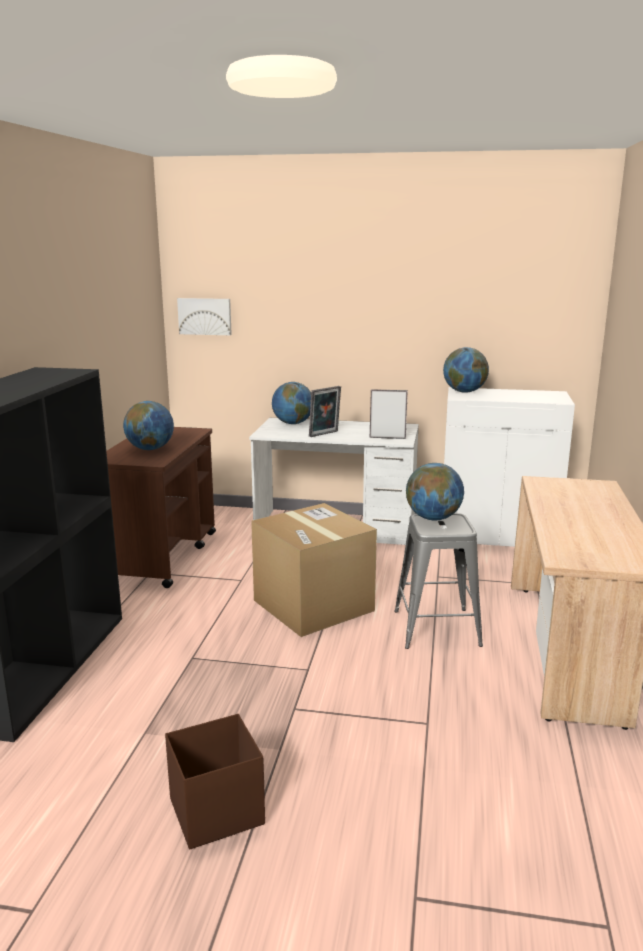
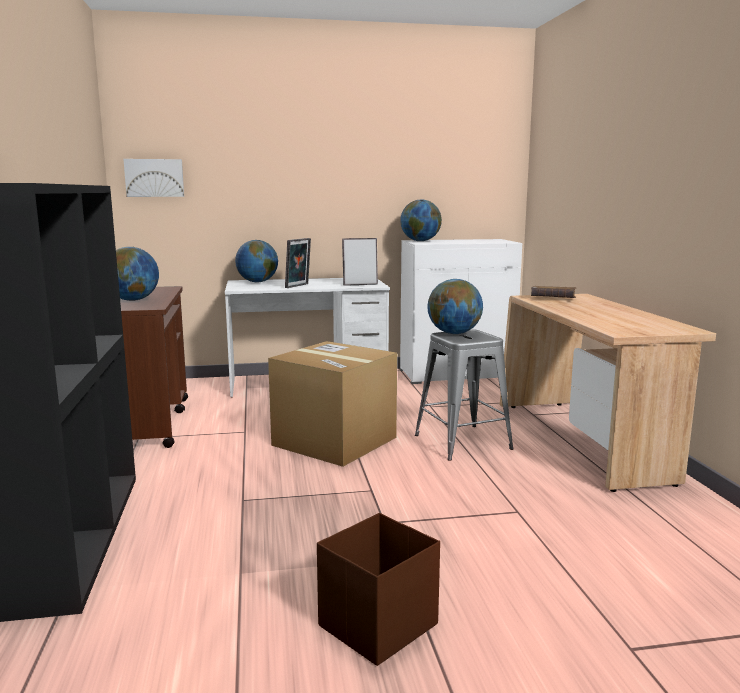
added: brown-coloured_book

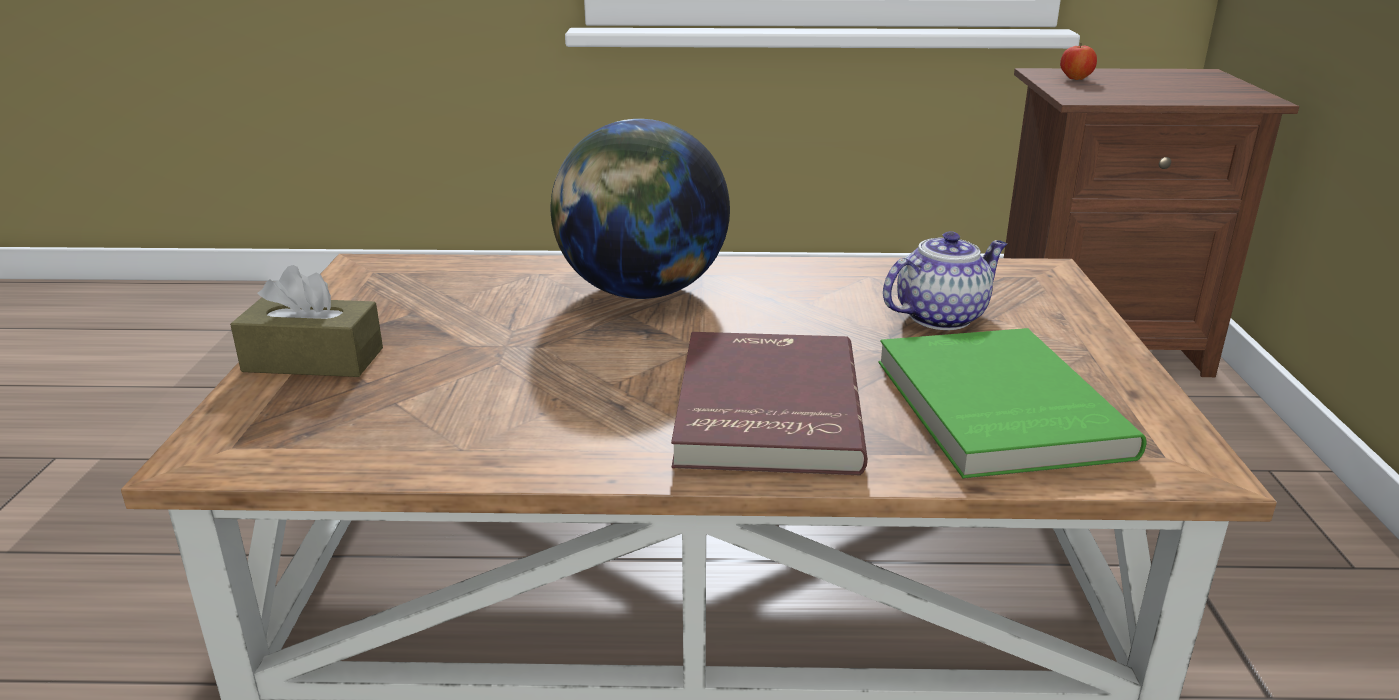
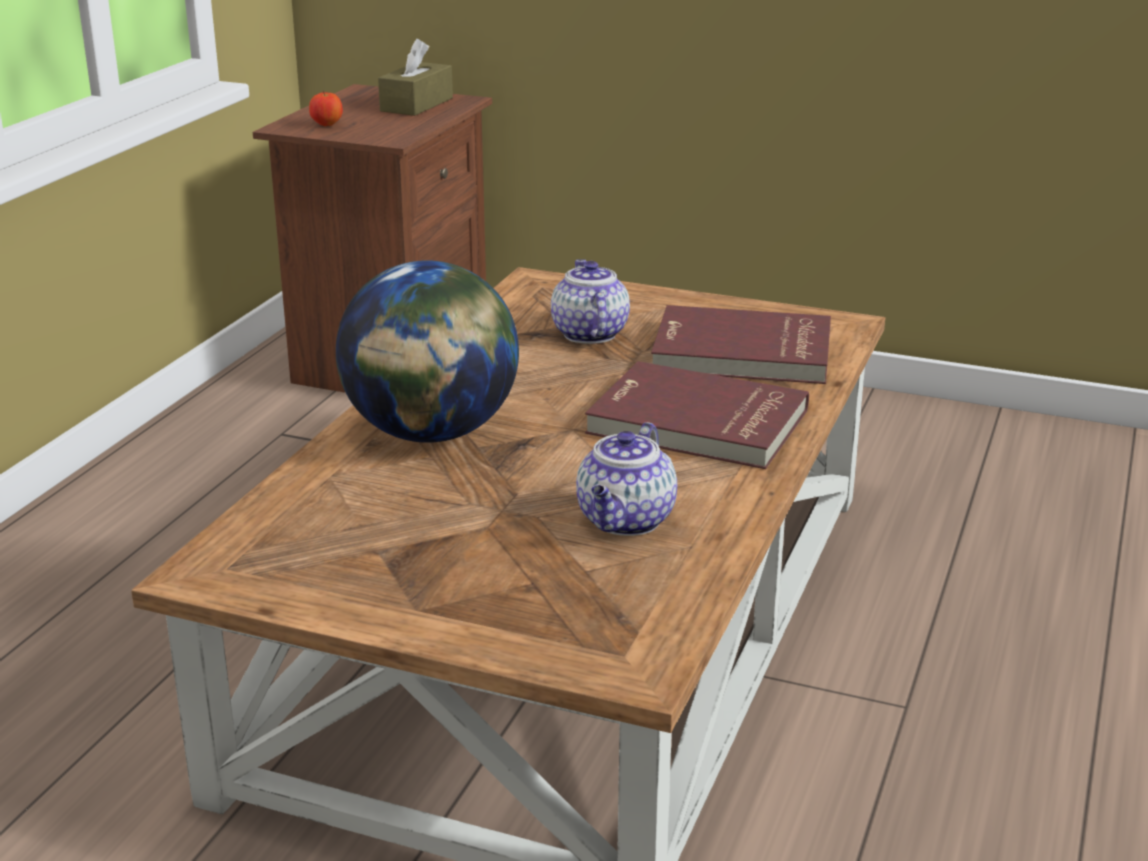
added: tea_pot (2nd from left)
moved: brown-coloured_tissue_holder
recoloured: greenish_book to red_book (2nd from left)

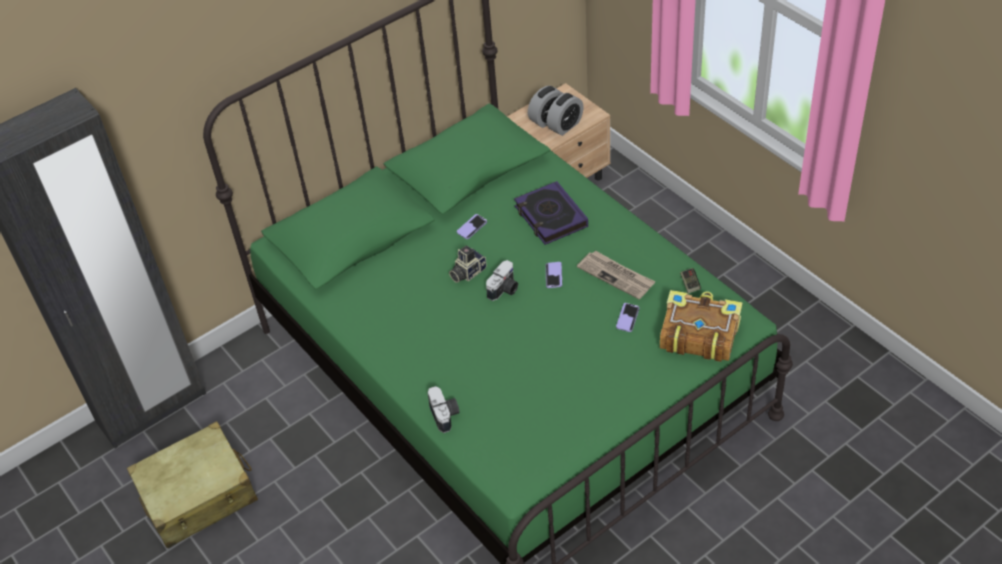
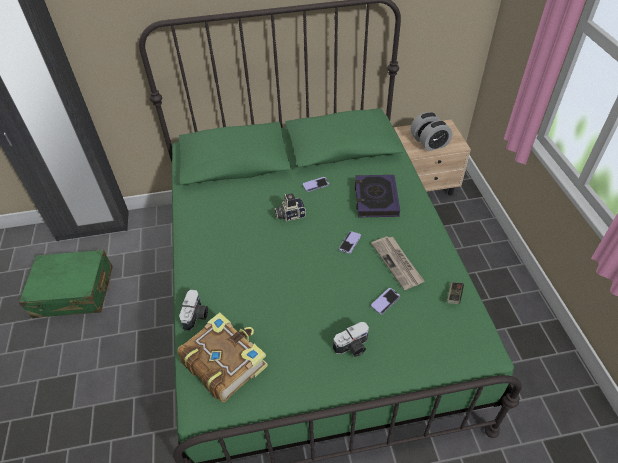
moved: photo_camera (3rd from left); book (2nd from left in the first image) to book (1st from left)
recoloured: beige-coloured_piece_of_luggage to greenish_piece_of_luggage

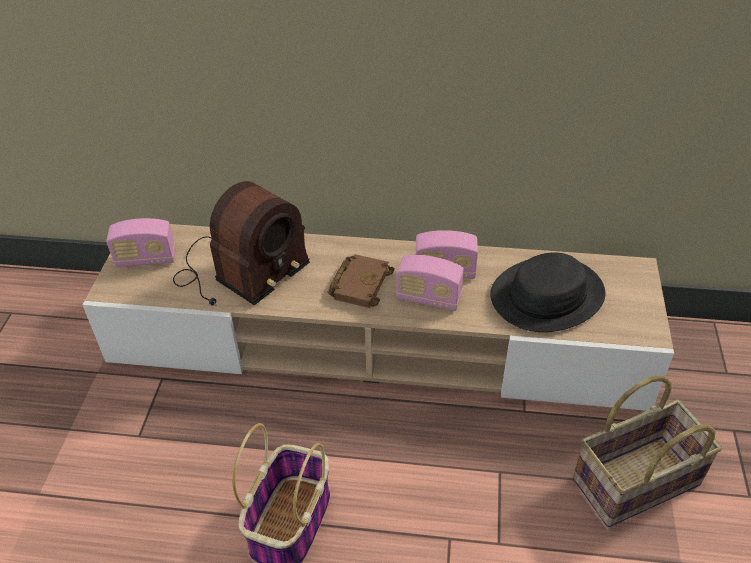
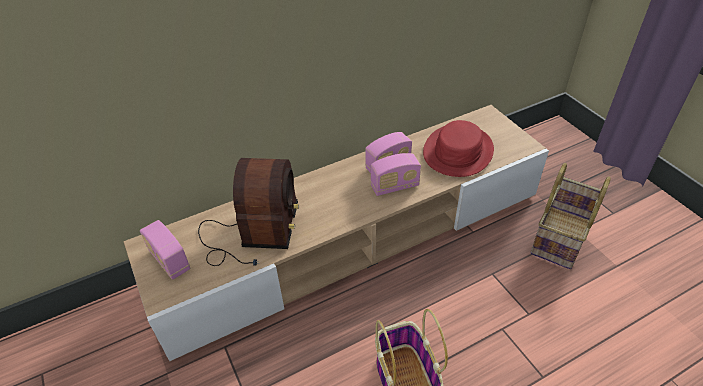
removed: brown-coloured_book
recoloured: black_hat to red_hat
turned: radio_set (1st from left) 90 degrees clockwise

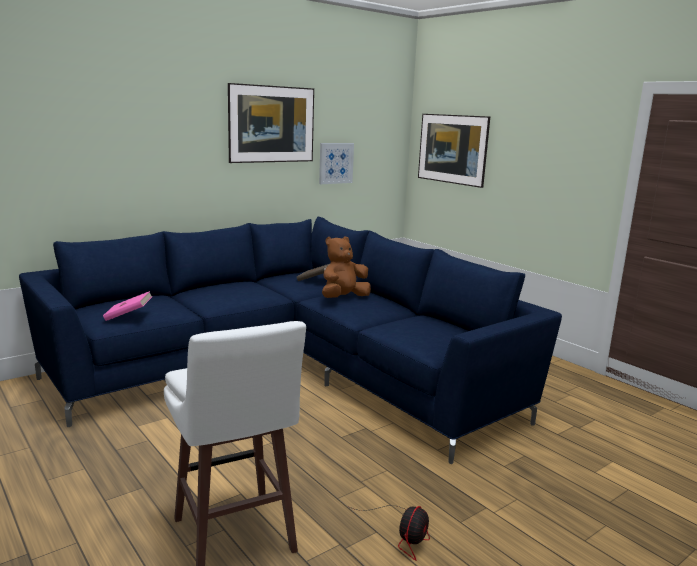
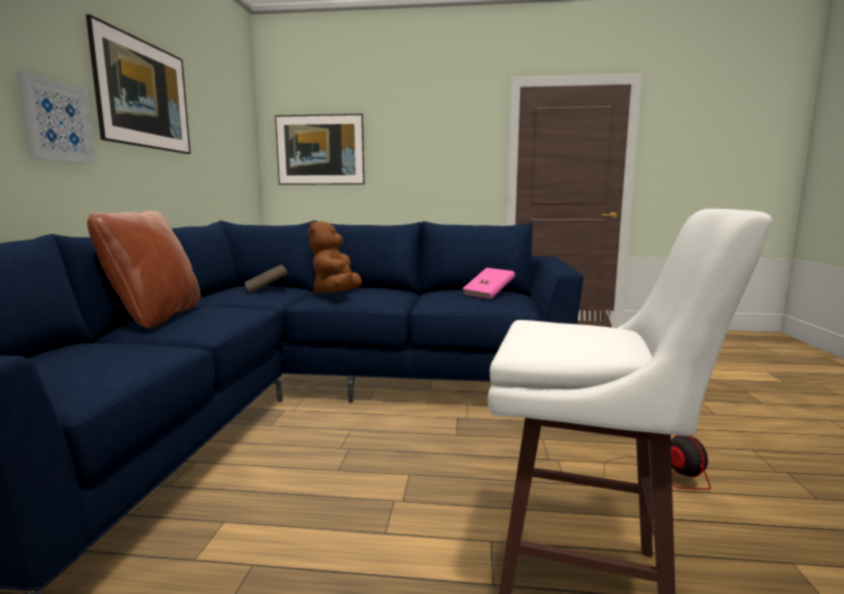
added: brown-coloured_cushion
moved: pink_book; picture (2nd from left in the first image) to picture (1st from left)

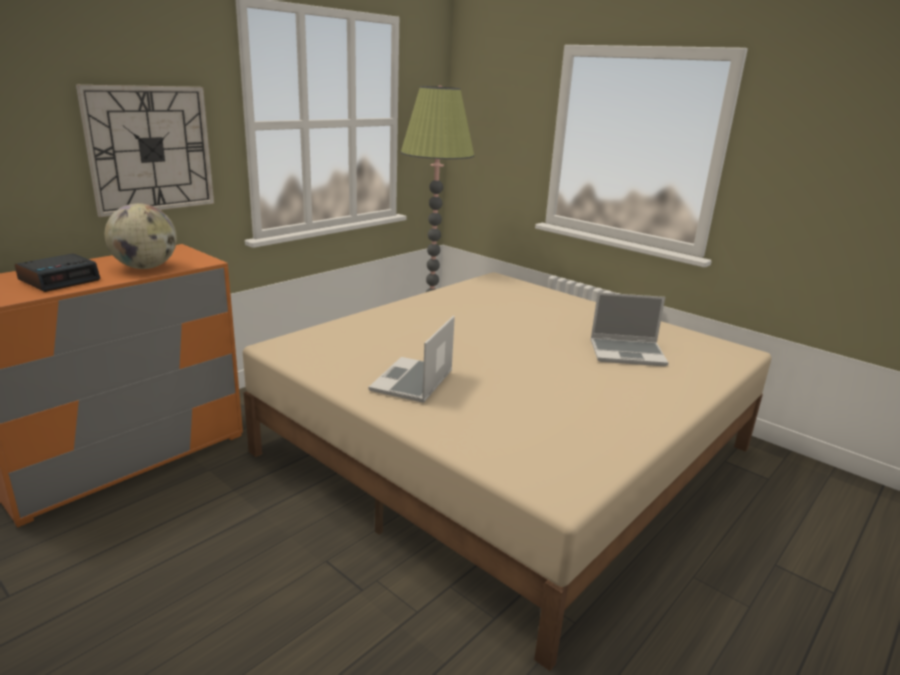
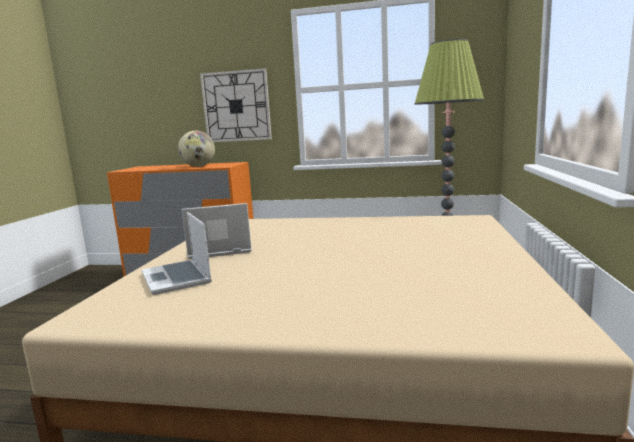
removed: bedside_clock
moved: portable_computer (2nd from left in the first image) to portable_computer (1st from left)

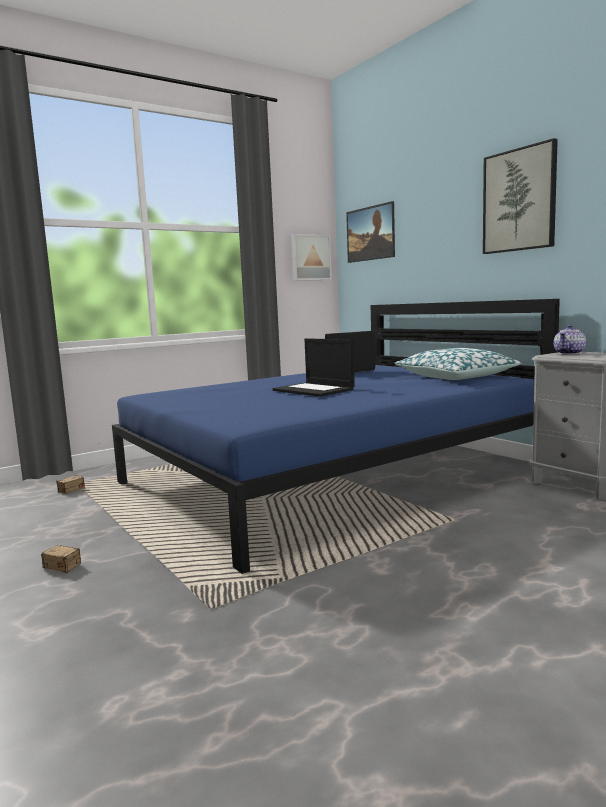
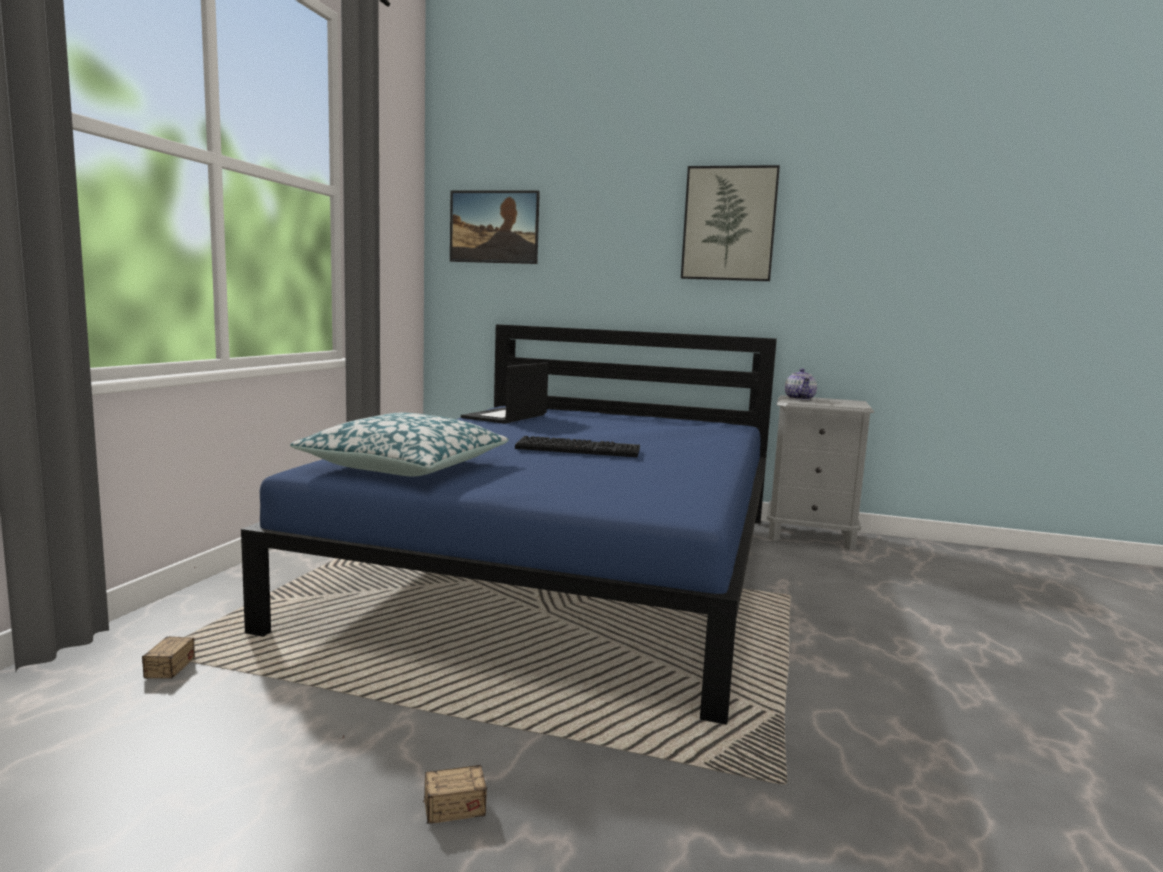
removed: picture (1st from left)
moved: cushion
replaced: portable_computer (1st from left) to keyboard

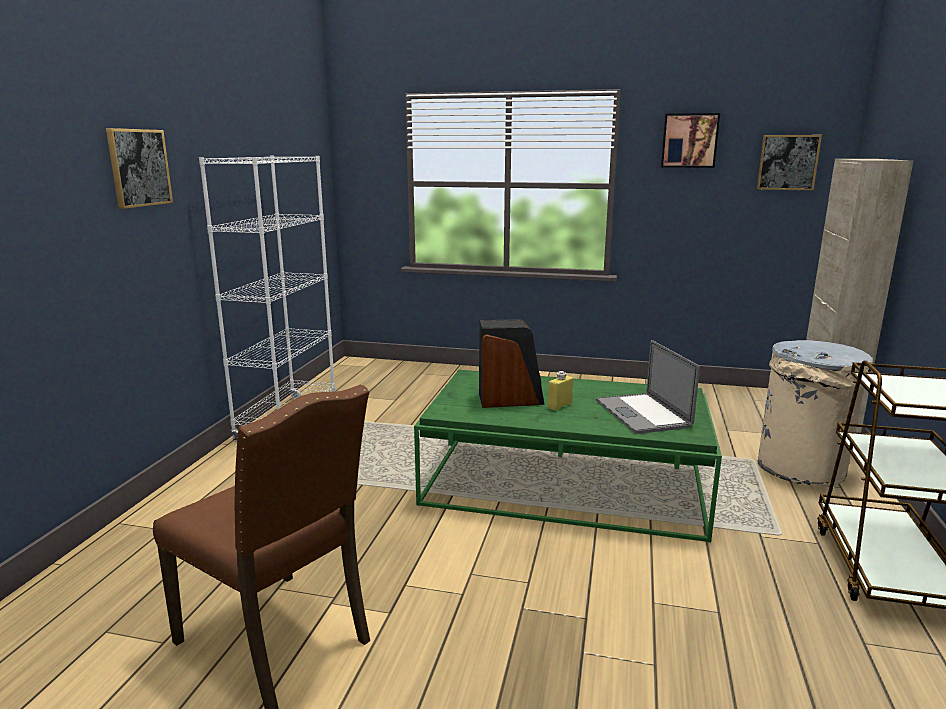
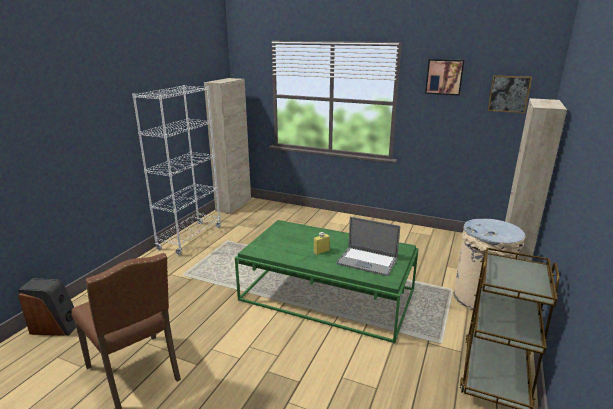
removed: picture (1st from left)
added: beige-coloured_cupboard (1st from left)
moved: audio_speaker
turned: portable_computer 60 degrees counterclockwise

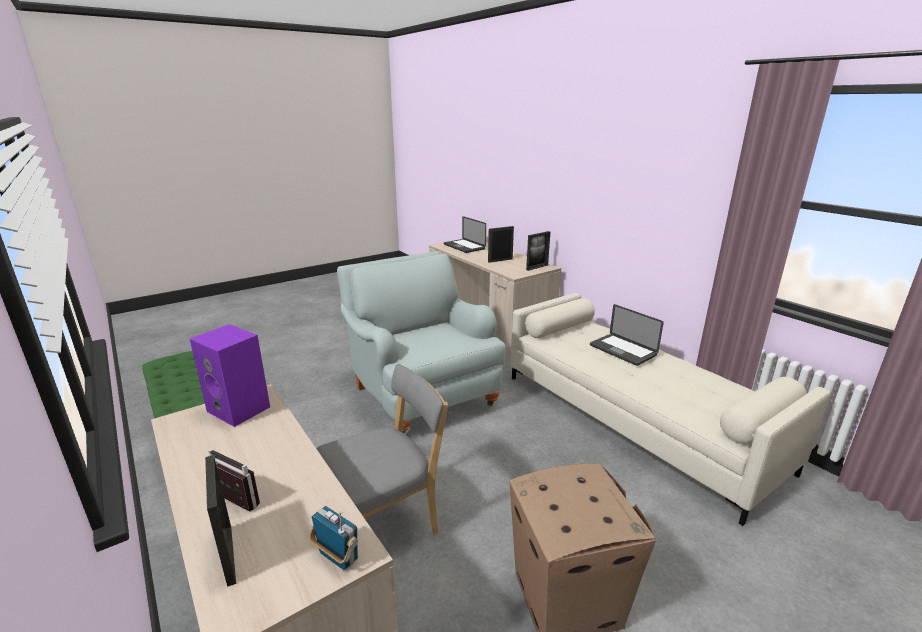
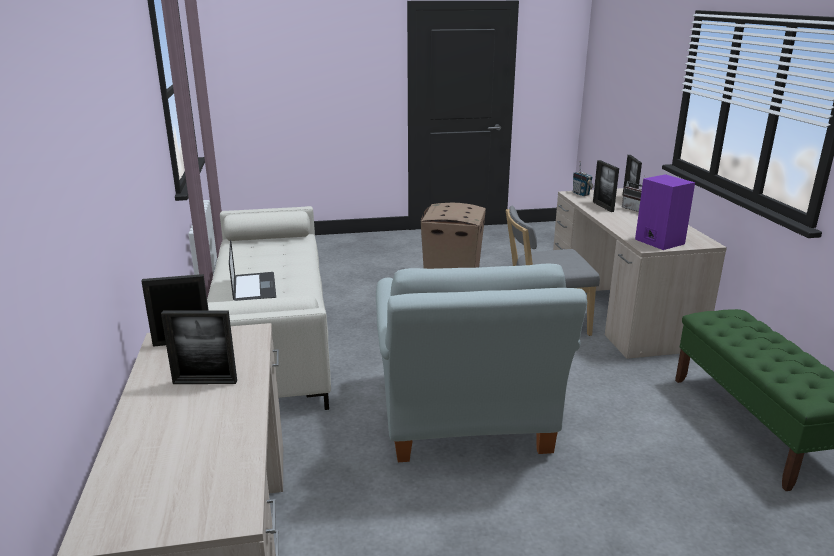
removed: portable_computer (1st from left)
added: picture_frame (3rd from left)

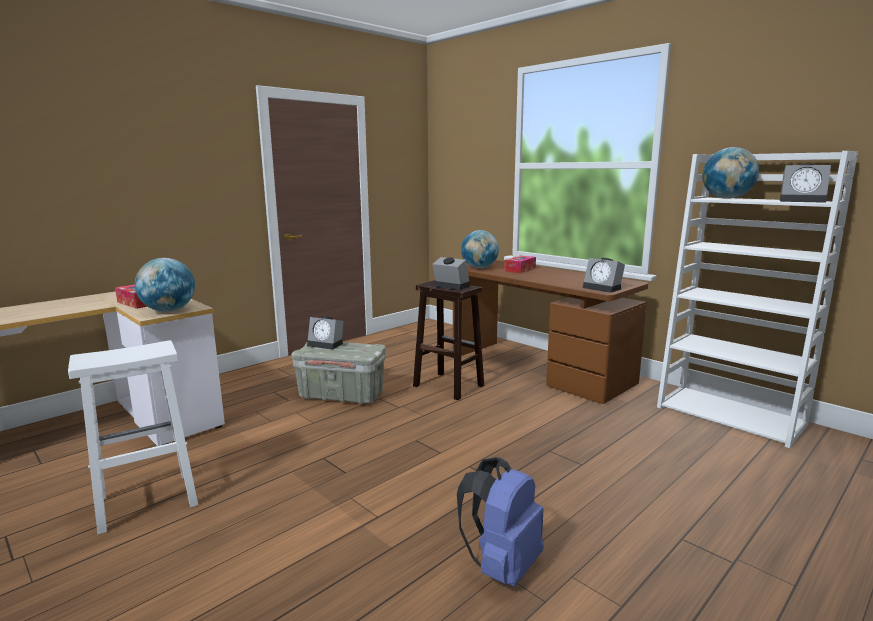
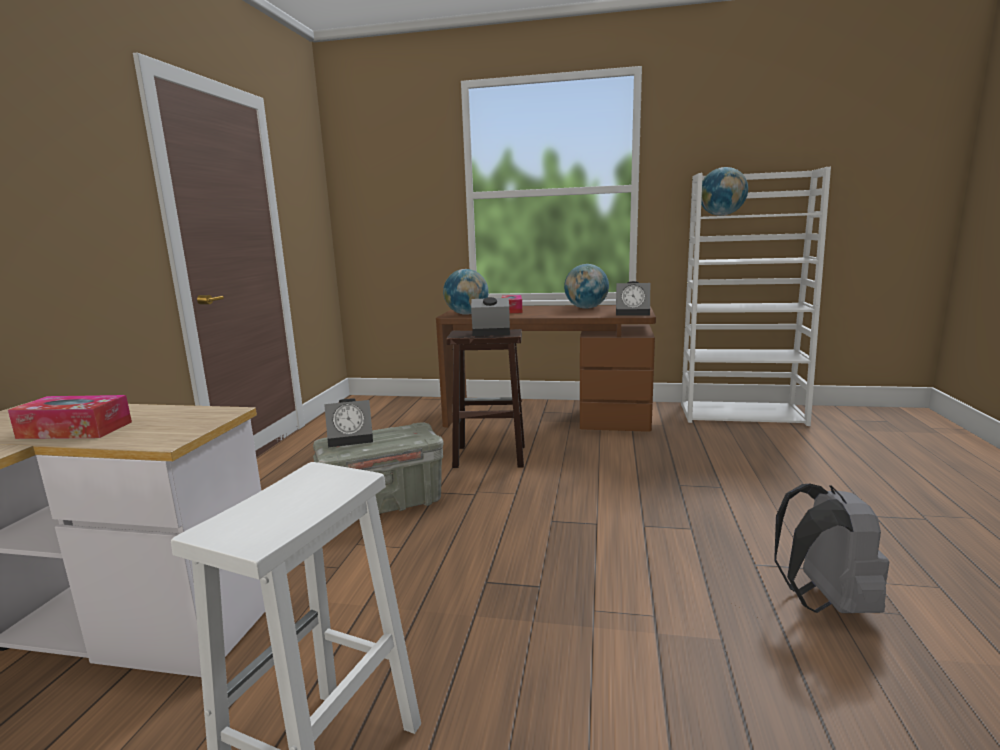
removed: bedside_clock (4th from left)
moved: globe (1st from left in the first image) to globe (2nd from left)
recoloured: blue_knapsack to grey_knapsack

